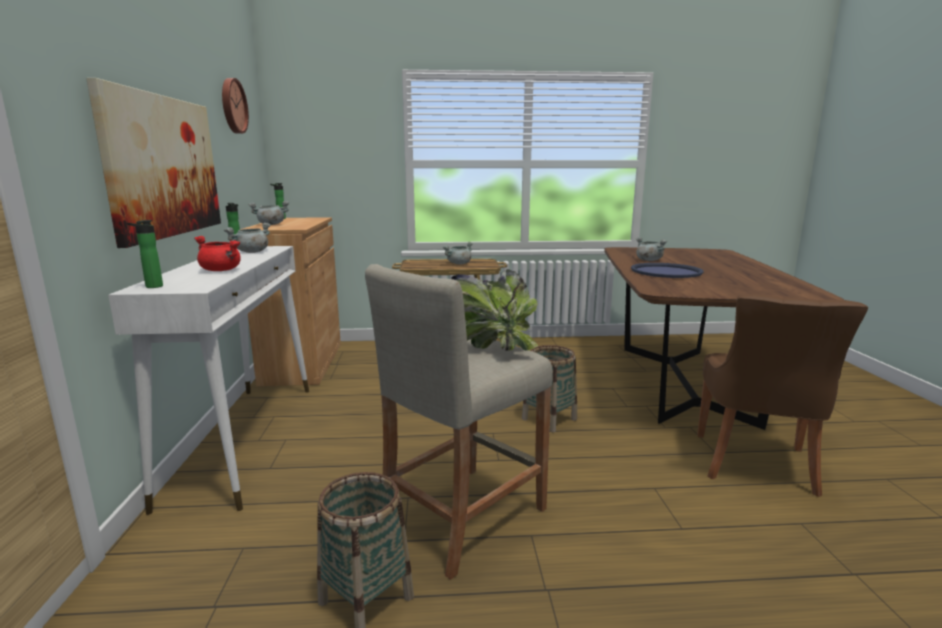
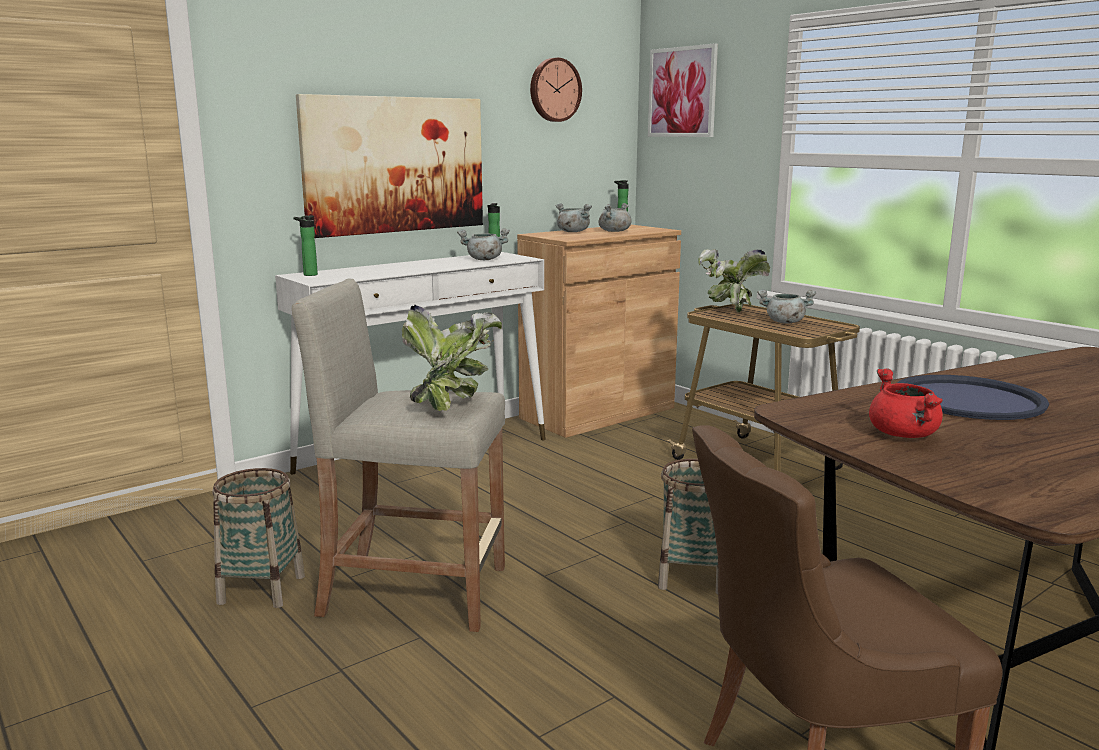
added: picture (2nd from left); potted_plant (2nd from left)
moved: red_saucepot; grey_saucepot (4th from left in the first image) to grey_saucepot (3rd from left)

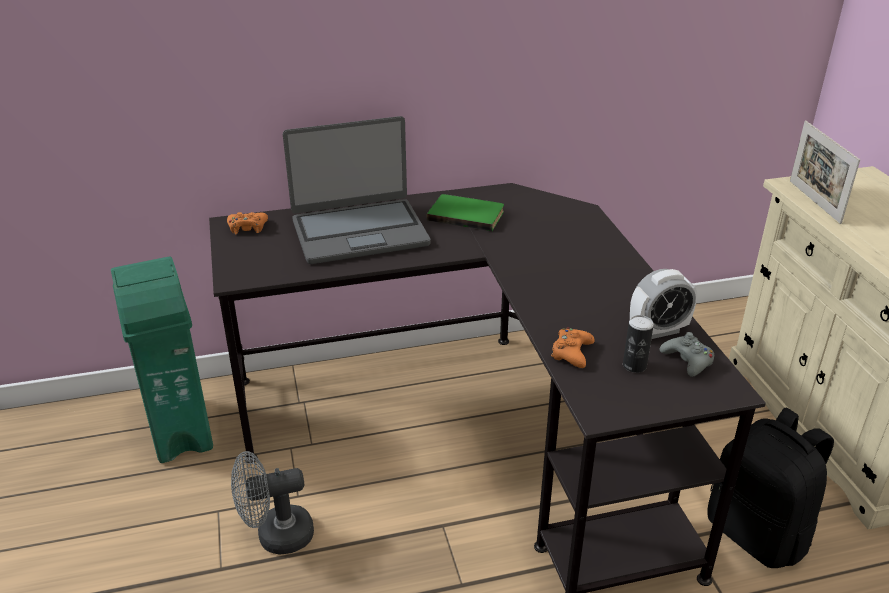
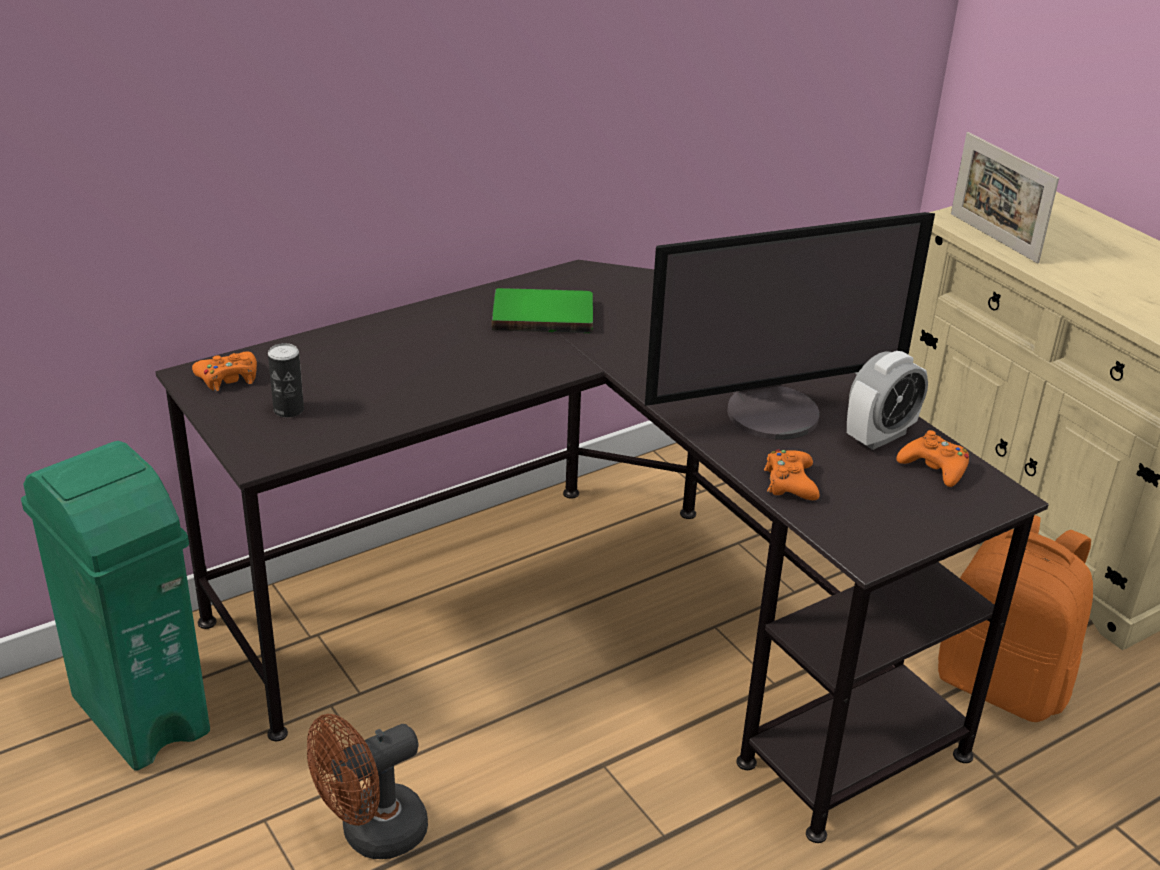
removed: portable_computer
added: monitor
moved: metal_can
recoloured: grey_electric_fan to brown-coloured_electric_fan; grey_gamepad to orange_gamepad (3rd from left); black_knapsack to orange_knapsack

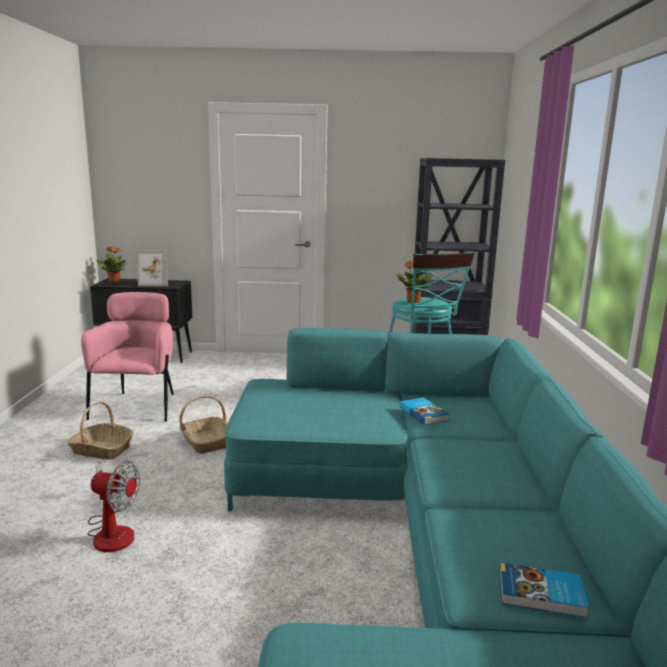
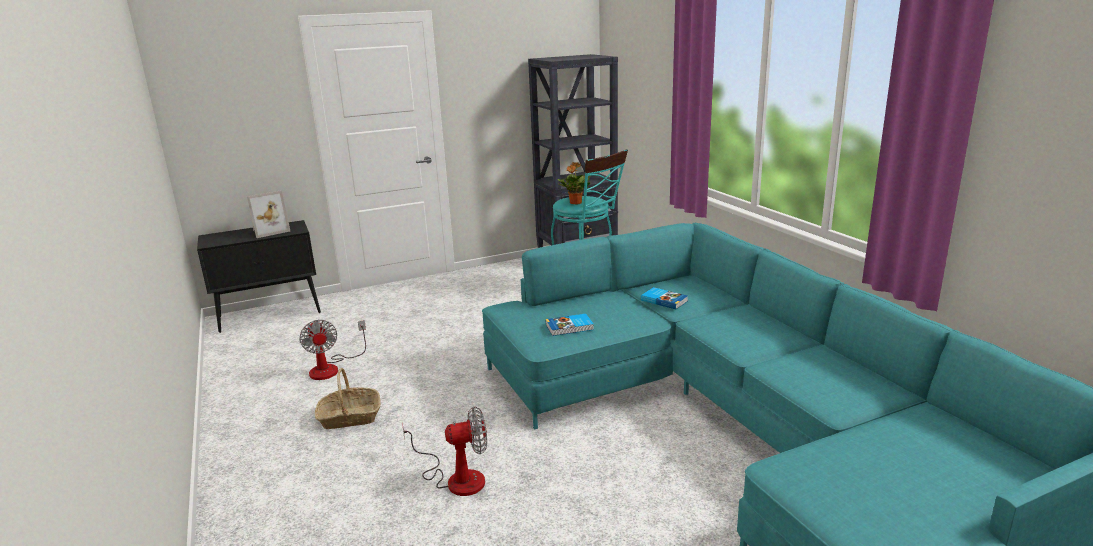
removed: potted_plant (1st from left); basket (2nd from left)
moved: book (2nd from left in the first image) to book (1st from left)
replaced: pink_armchair to electric_fan (1st from left)

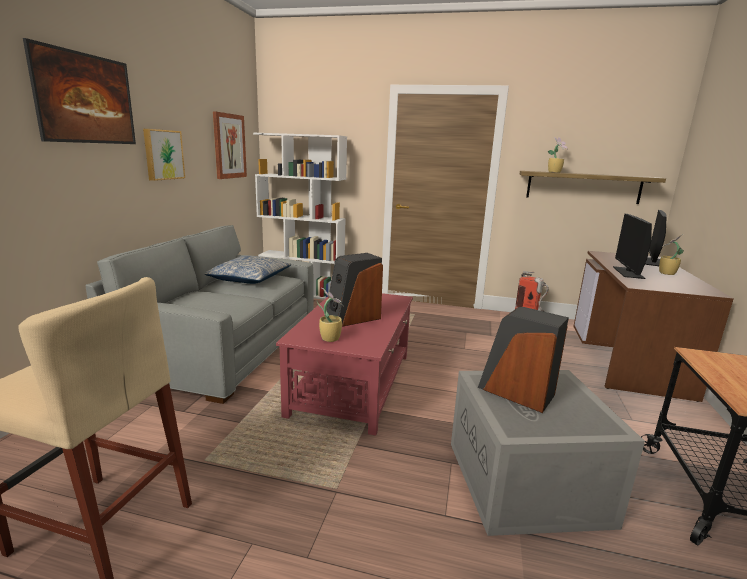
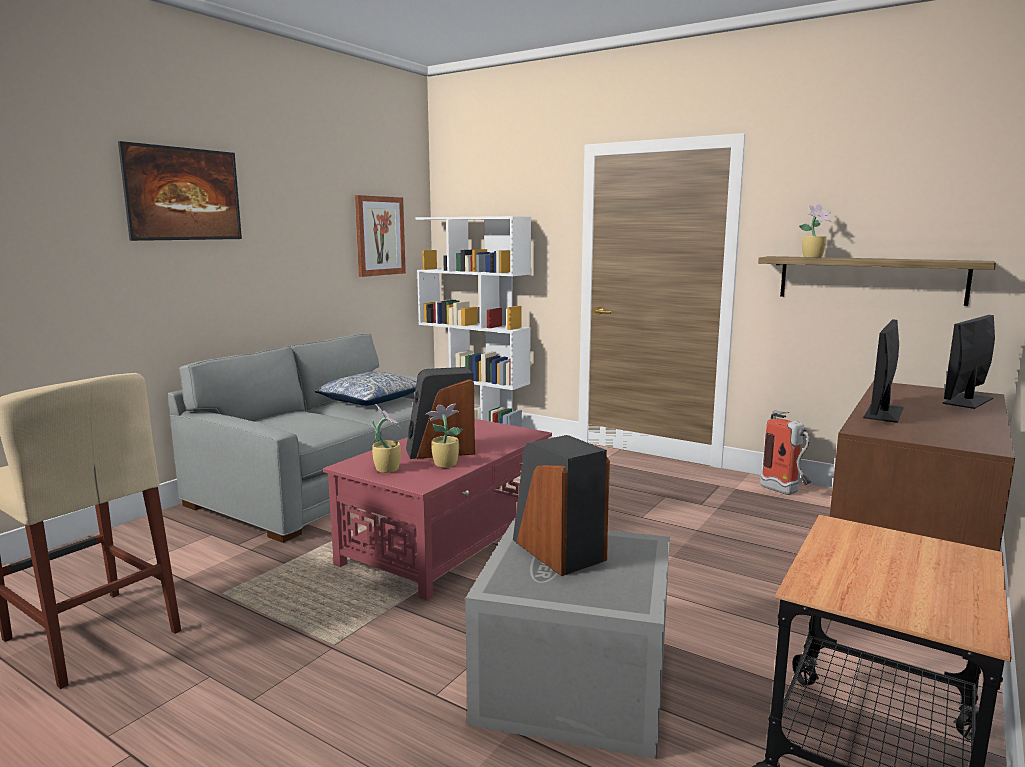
removed: picture (2nd from left)
moved: potted_plant (3rd from left in the first image) to potted_plant (2nd from left)

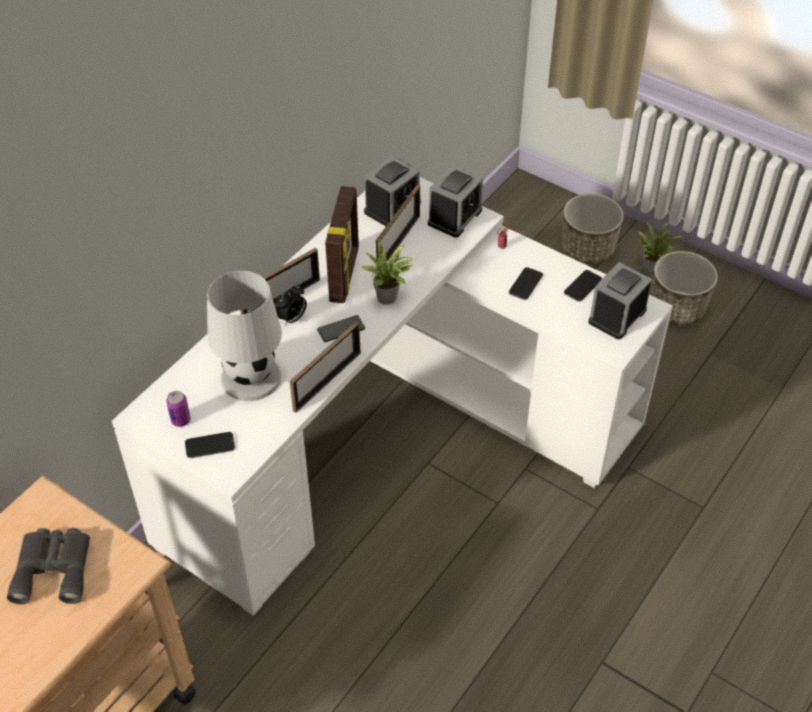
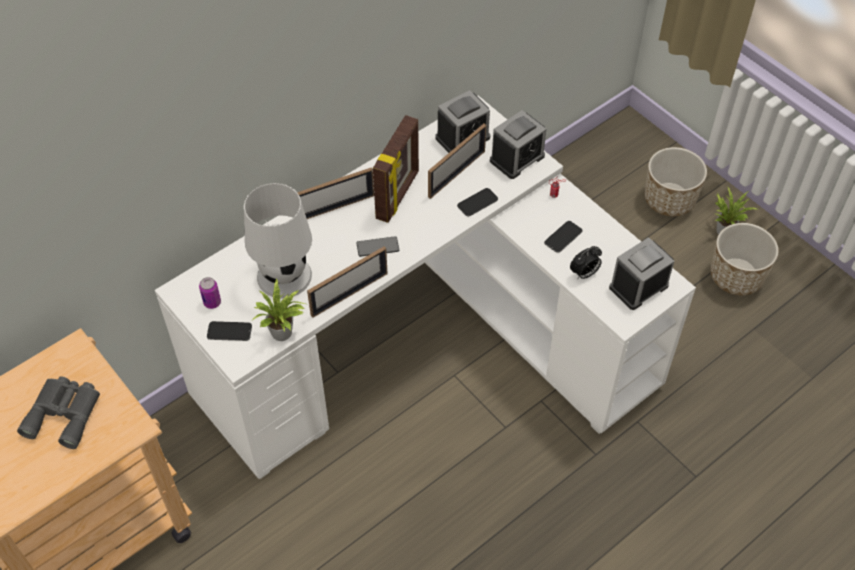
moved: bedside_clock (1st from left in the first image) to bedside_clock (3rd from left); potted_plant (1st from left); telephone (4th from left in the first image) to telephone (3rd from left)

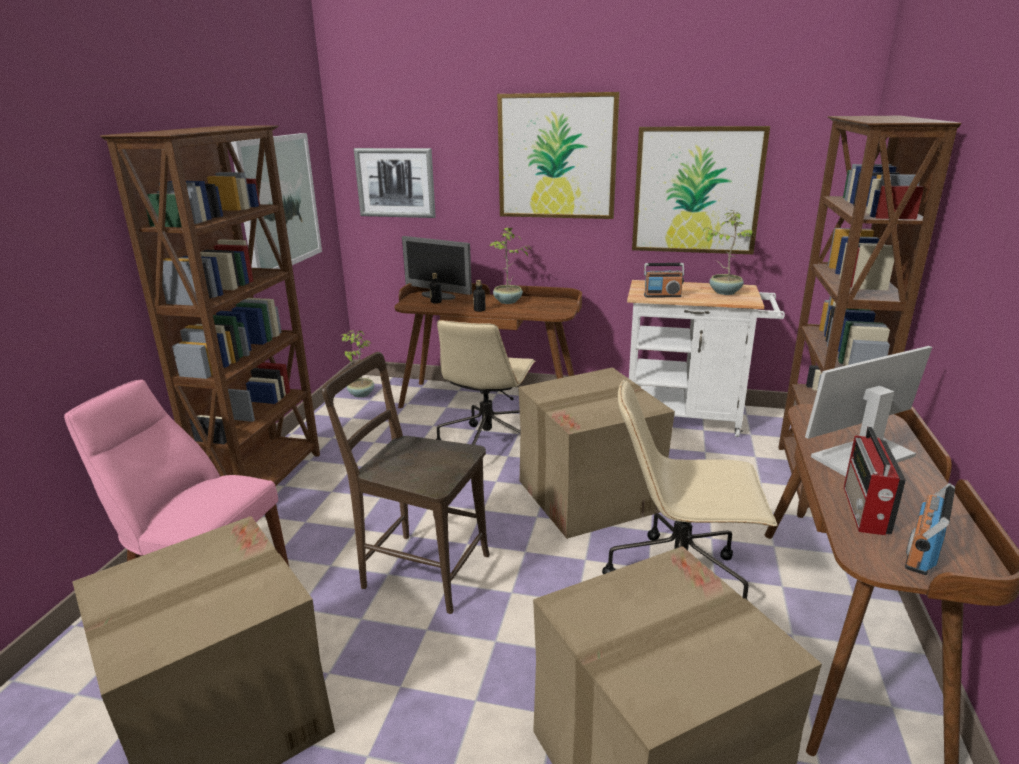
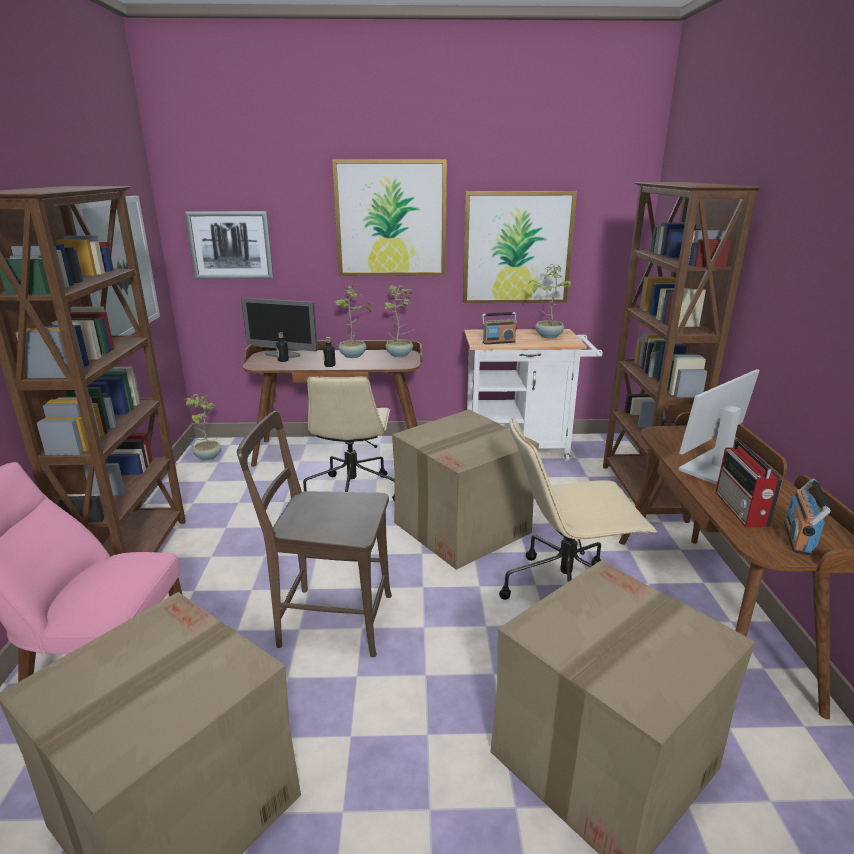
added: potted_plant (3rd from left)

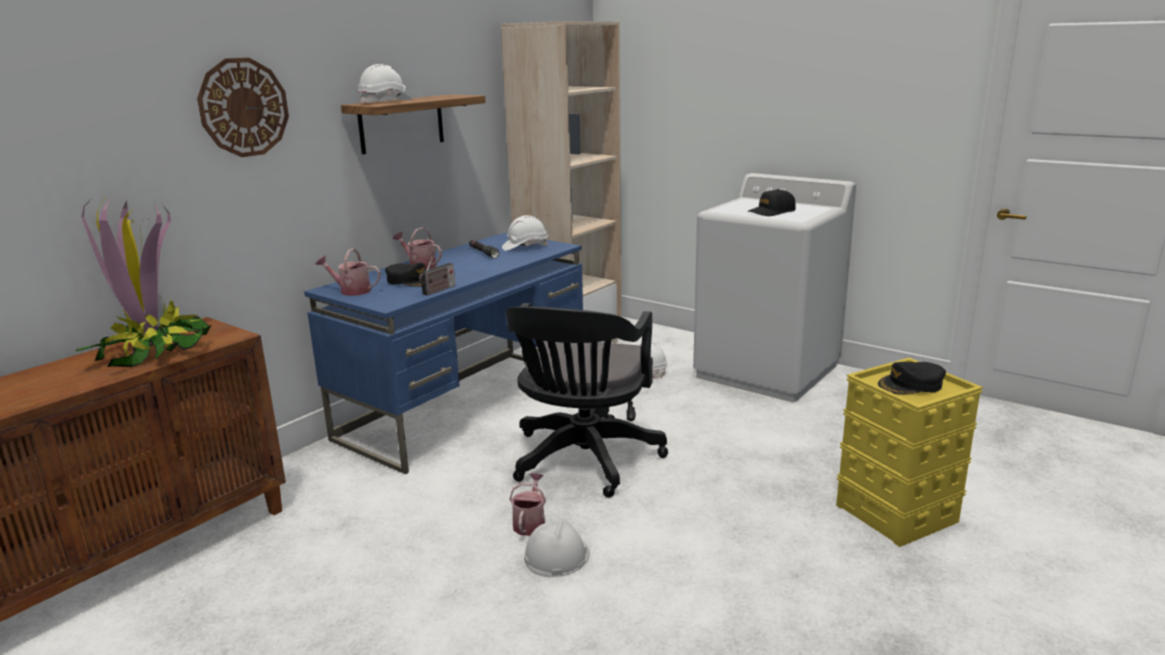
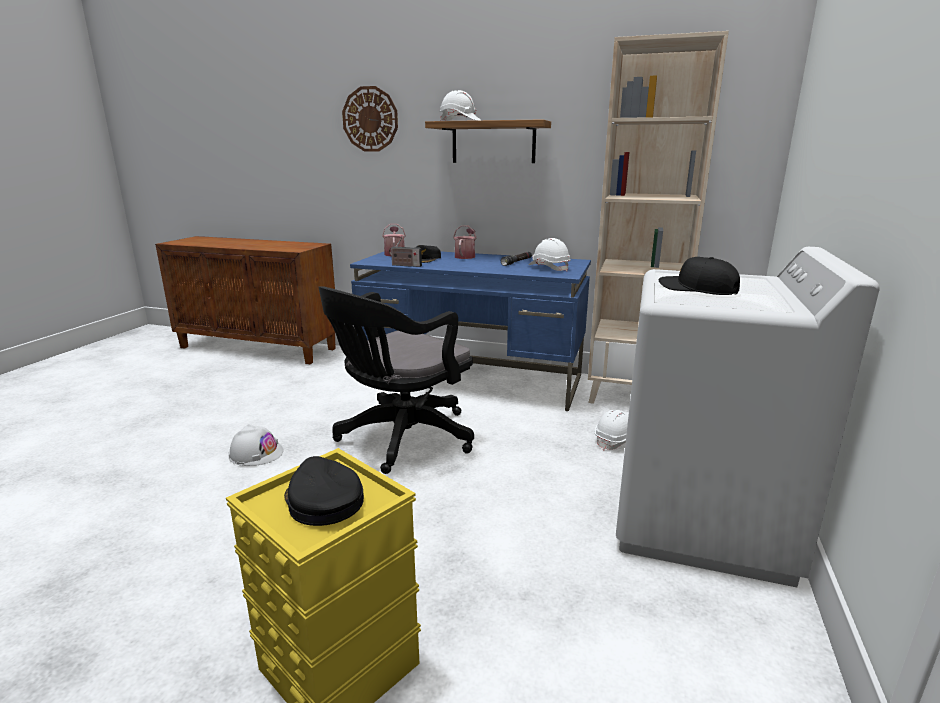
removed: potted_plant; sprinkling_can (3rd from left)
turned: black_computer_chair 45 degrees counterclockwise

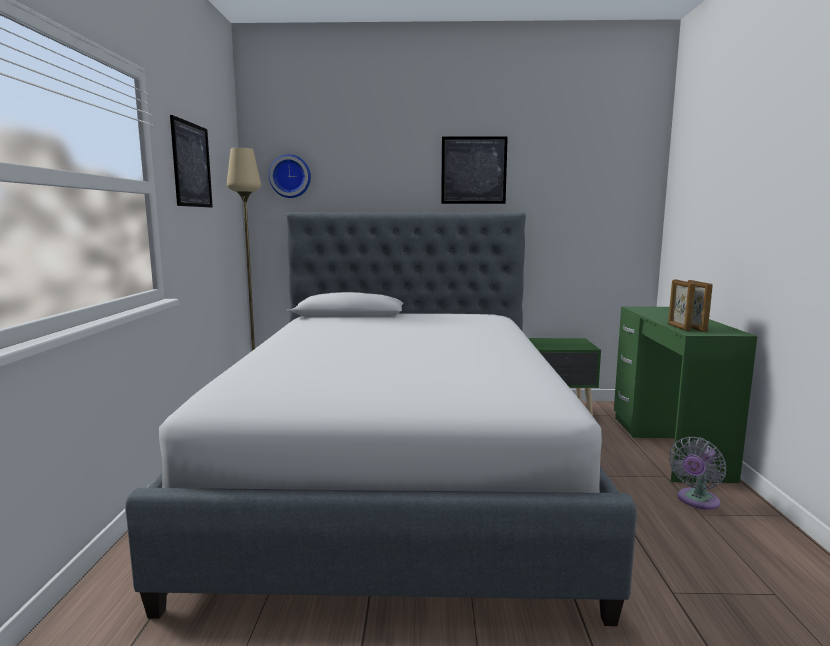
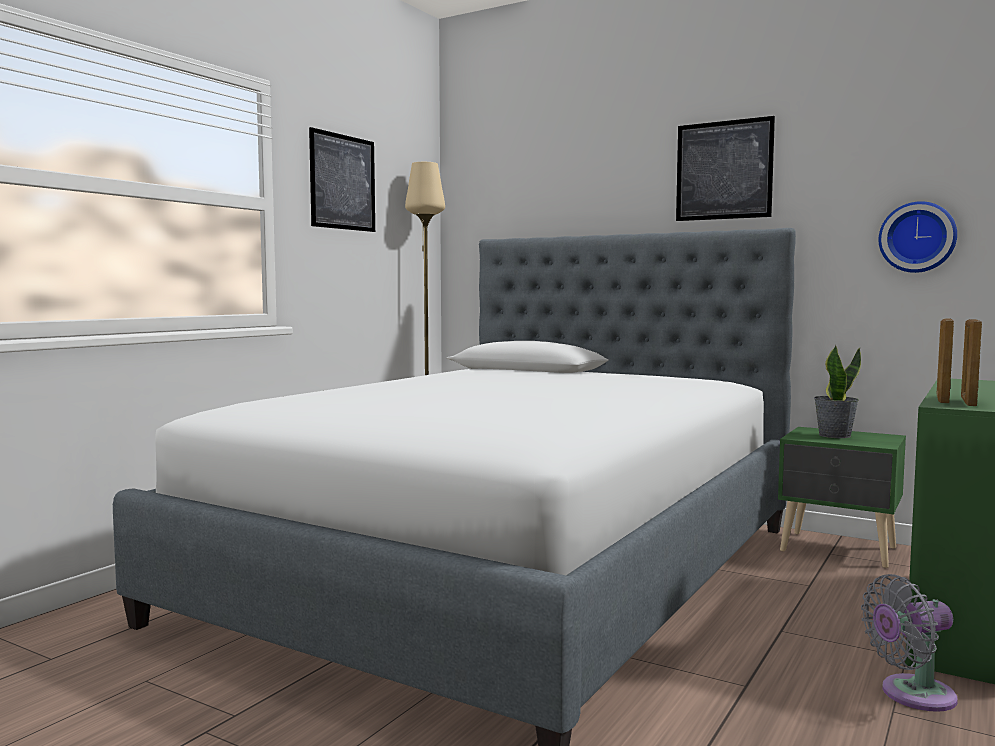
added: potted_plant
moved: hanging_clock

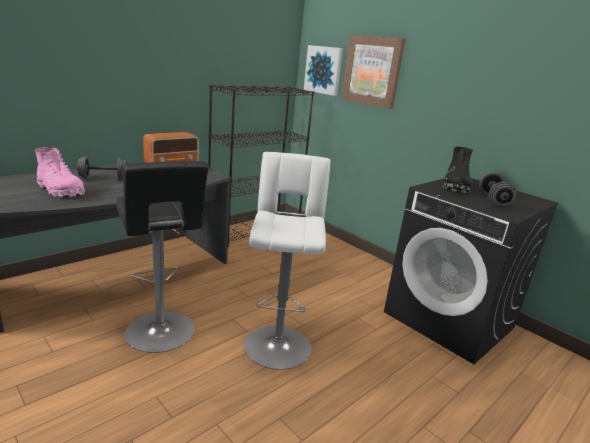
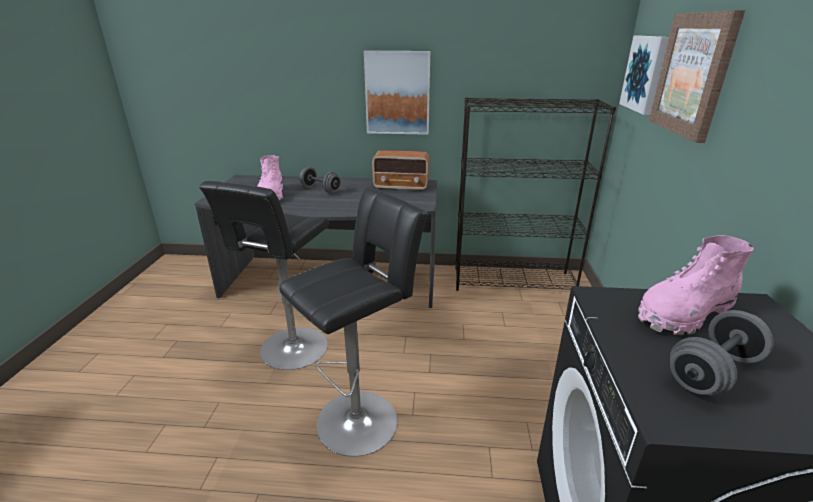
added: picture (1st from left)
recoloured: white-coloured_sitting_stool to black_sitting_stool (2nd from left); black_boot to pink_boot (2nd from left)

